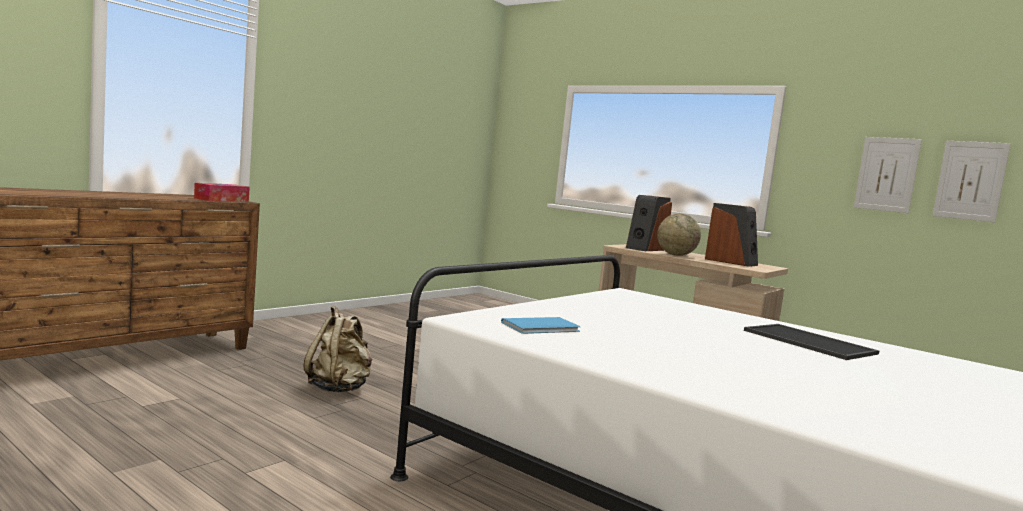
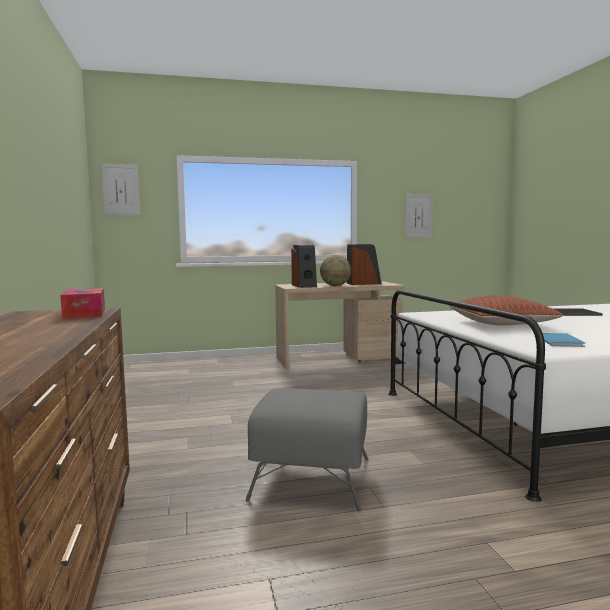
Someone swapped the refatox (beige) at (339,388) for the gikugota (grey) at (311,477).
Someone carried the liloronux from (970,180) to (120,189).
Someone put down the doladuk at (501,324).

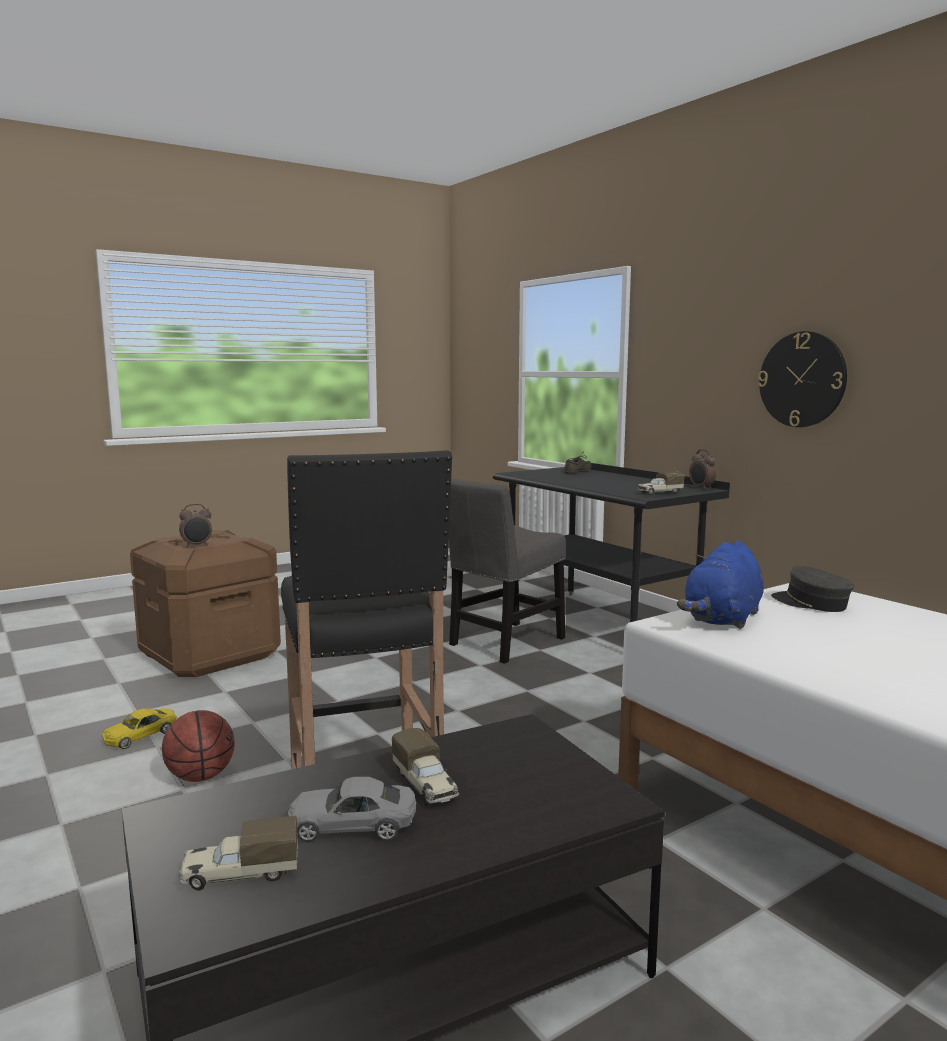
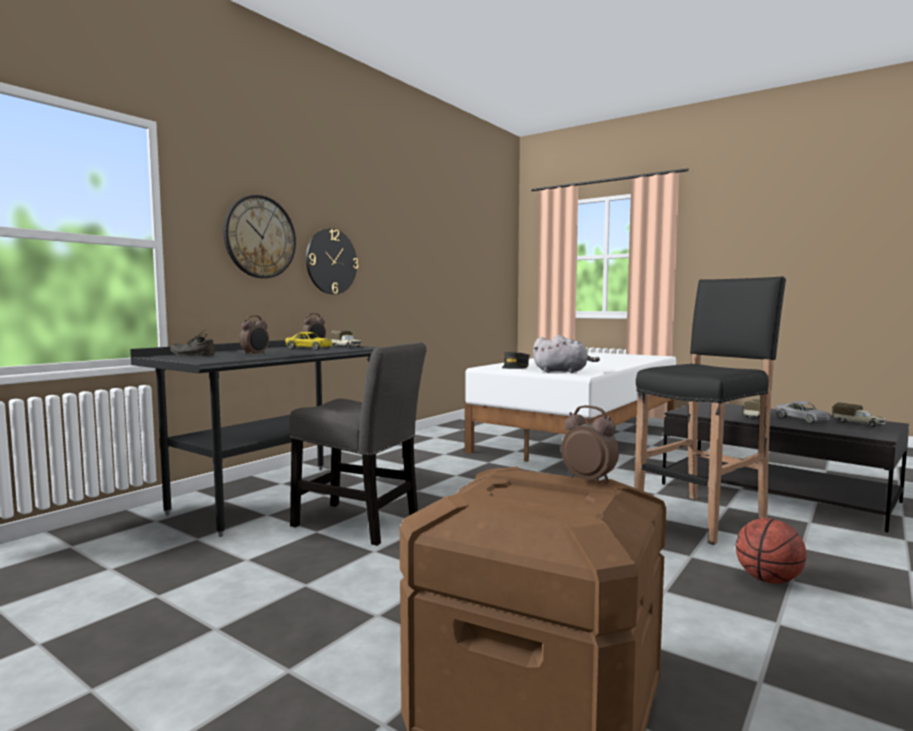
Someone carried the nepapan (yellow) from (140,736) to (308,348).
Someone repainted the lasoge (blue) at (722,619), which became the lasoge (grey) at (563,372).
Someone put up the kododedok at (260,237).
Someone put down the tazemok at (255,355).

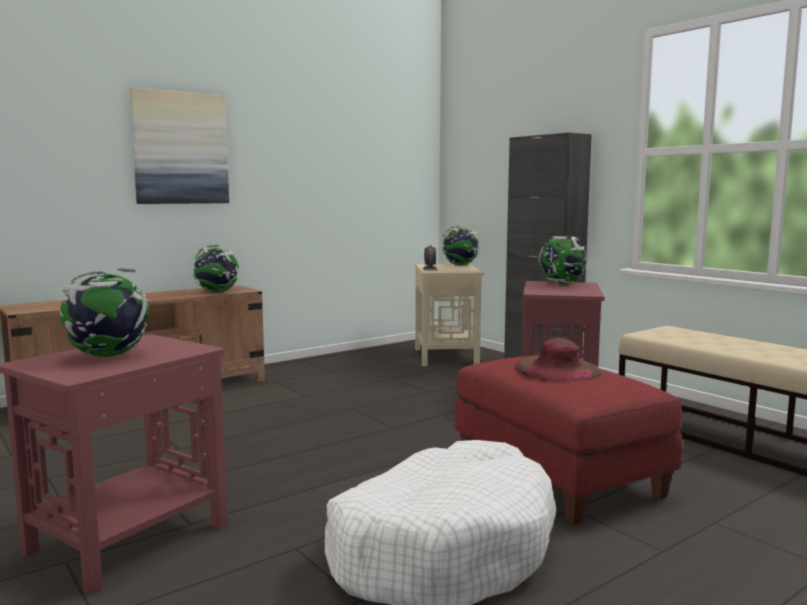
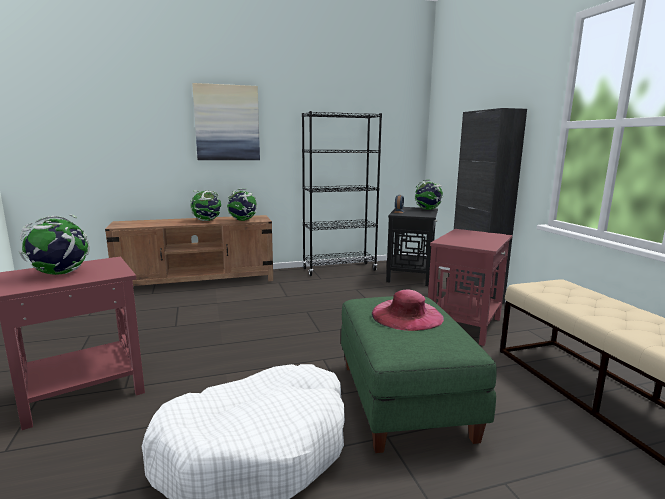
Someone repainted the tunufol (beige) at (446,356), which became the tunufol (black) at (410,276).
Someone repainted the gikugota (red) at (555,475), which became the gikugota (green) at (402,399).
Someone repainted the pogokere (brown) at (557,369), which became the pogokere (pink) at (406,315).
Someone carried the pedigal from (562,284) to (207,220).
Someone put down the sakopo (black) at (339,269).

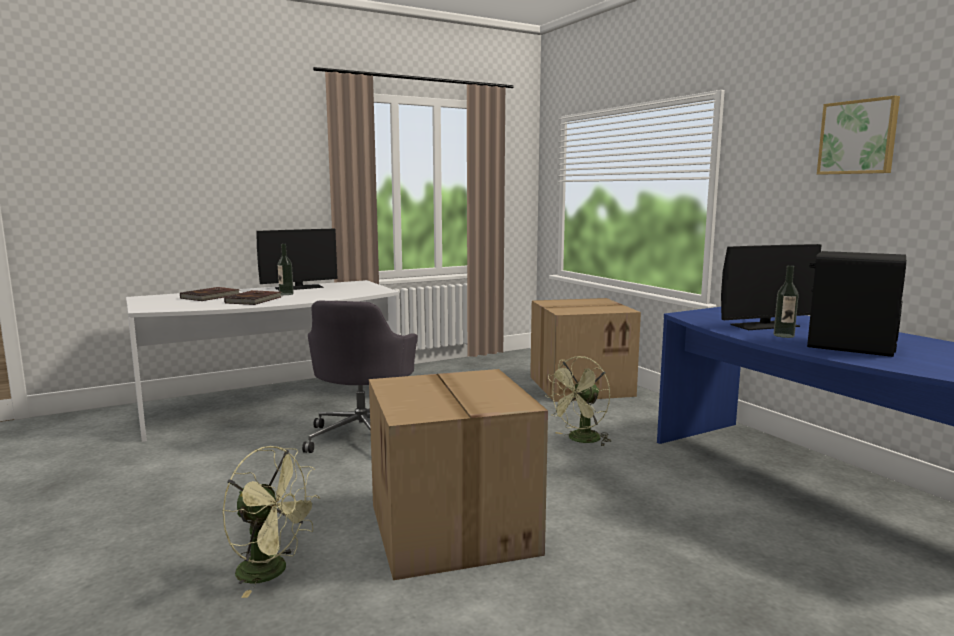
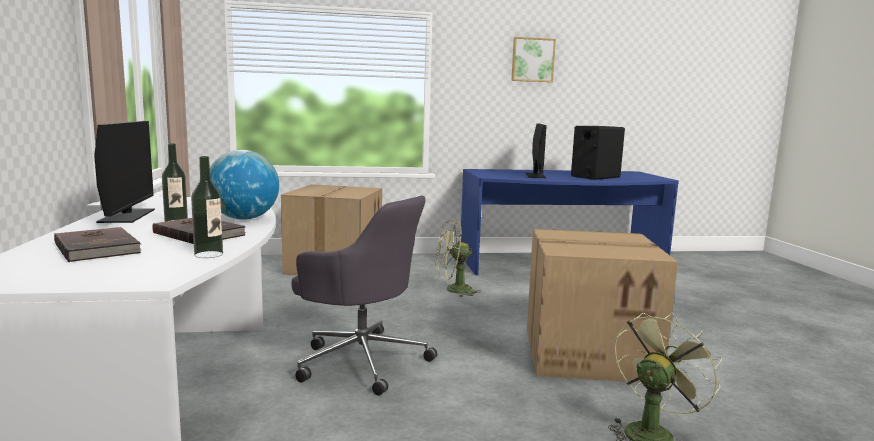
Someone rotated the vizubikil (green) at (580,440) by 105 degrees clockwise.
Someone carried the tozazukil from (783,335) to (208,254).
Someone put down the pedigal at (244,218).

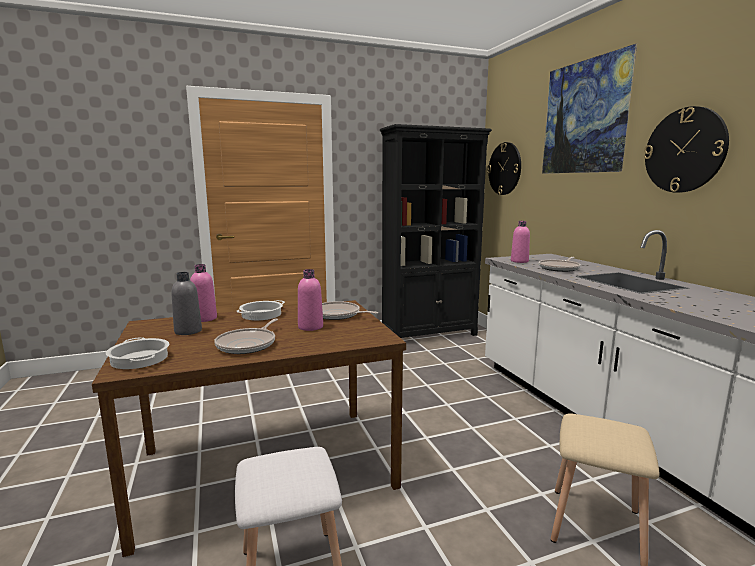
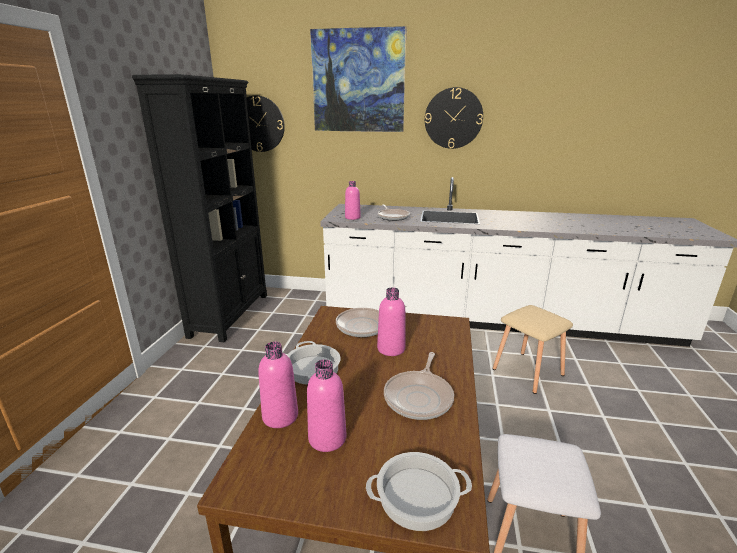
Someone repainted the tozazukil (grey) at (188,331), which became the tozazukil (pink) at (327,438).
Someone rotated the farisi at (248,344) by 60 degrees clockwise.

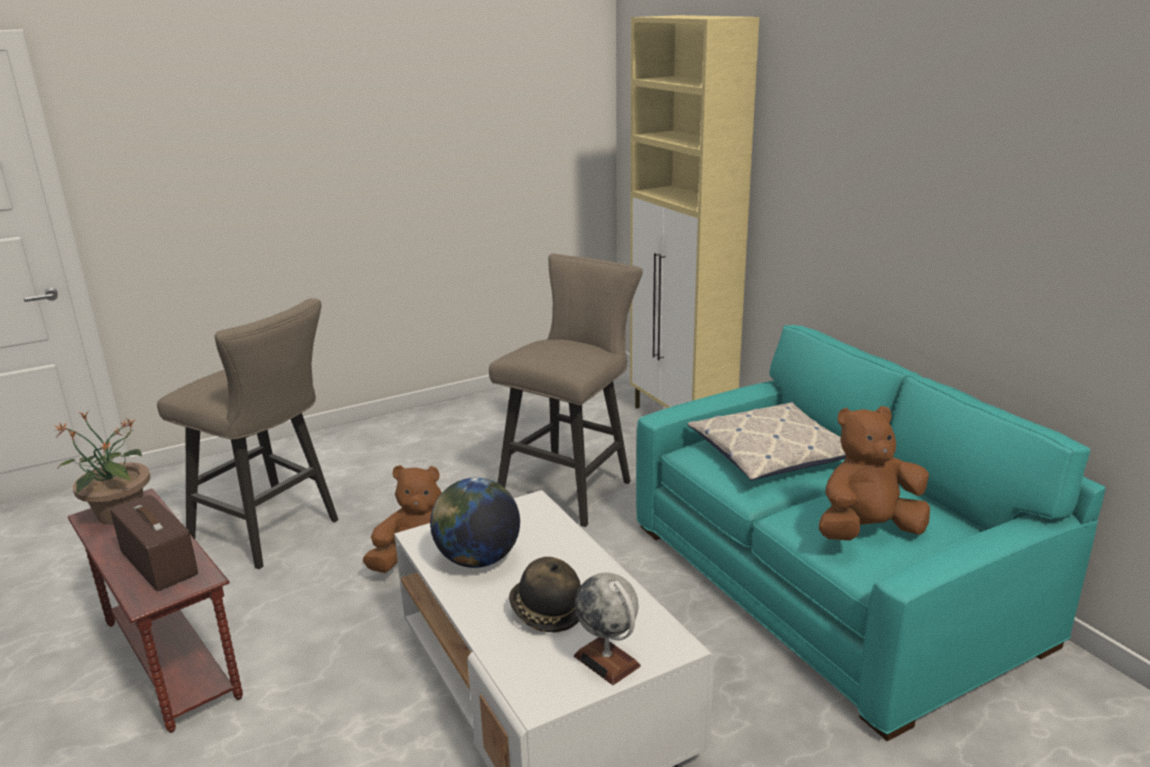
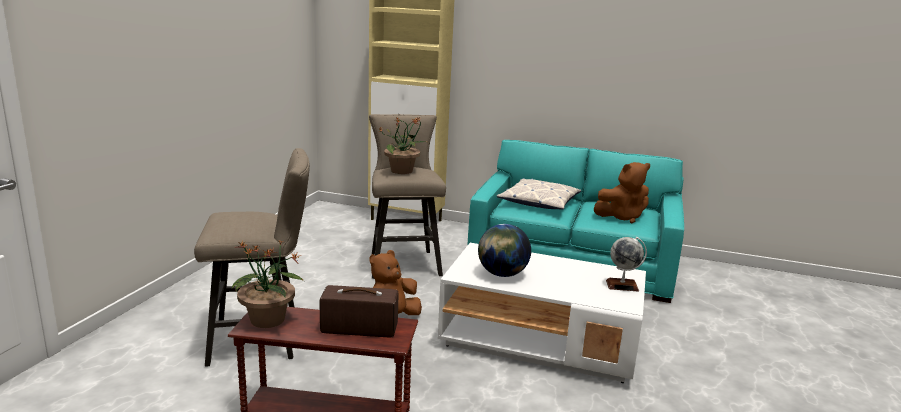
Someone took away the pogokere at (545,612).
Someone rotated the lasoge (brown) at (867,531) by 135 degrees counterclockwise.
Someone put down the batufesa at (402,171).

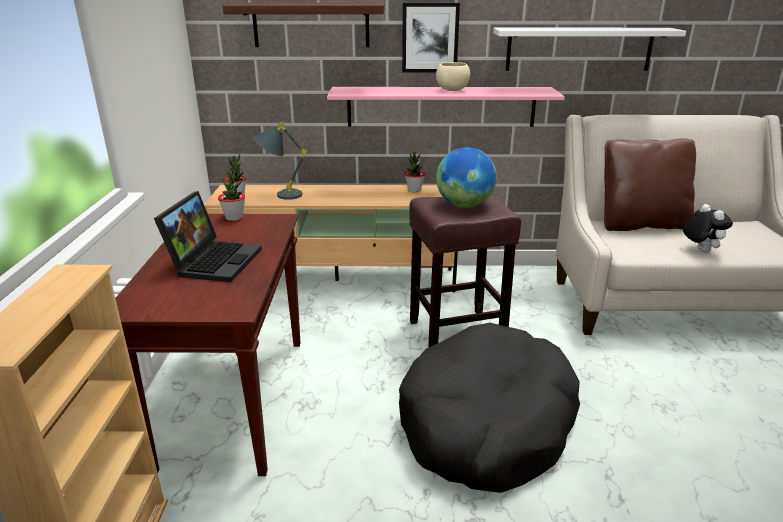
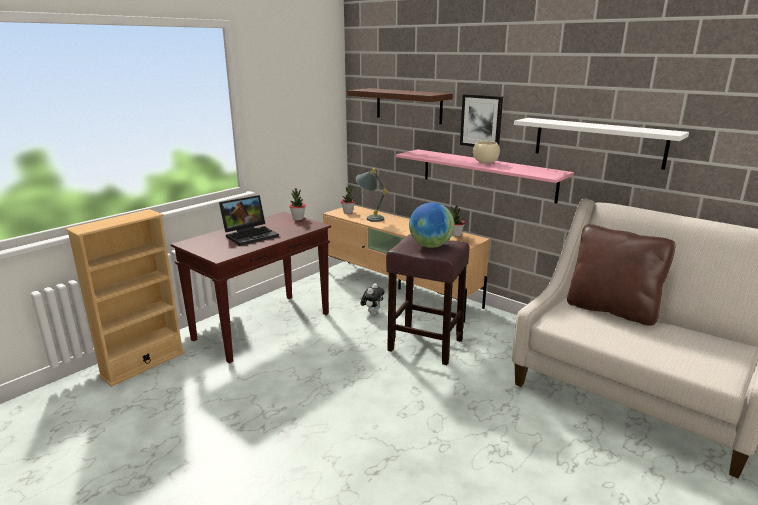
Someone took away the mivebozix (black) at (486,423).
Someone carried the lasoge from (700,250) to (372,313).

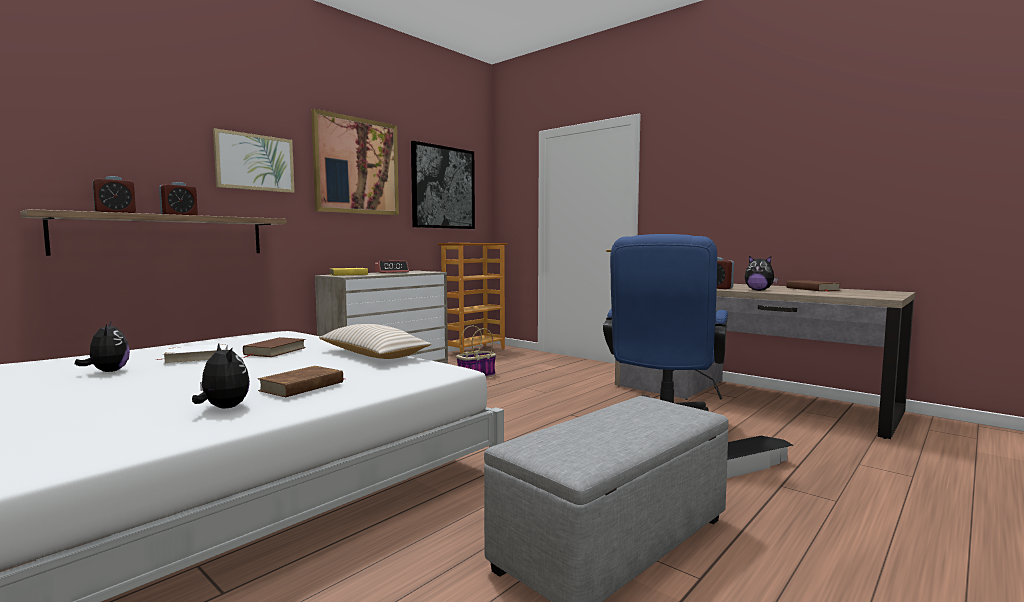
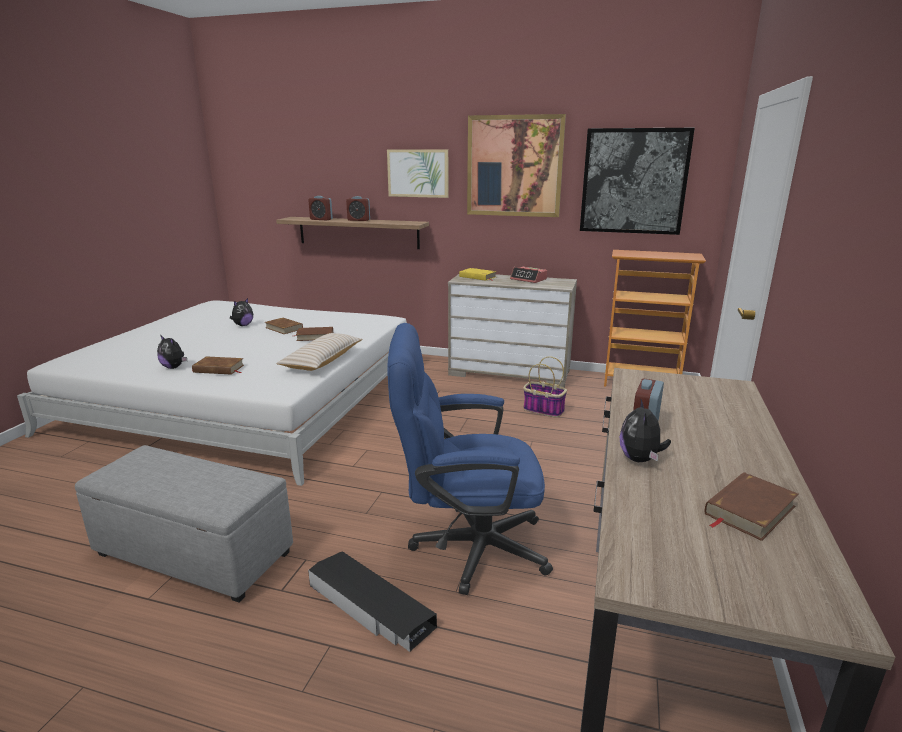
Someone repainted the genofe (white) at (196,358), which became the genofe (brown) at (284,328).
Someone rotated the lasoge at (223,408) by 105 degrees clockwise.

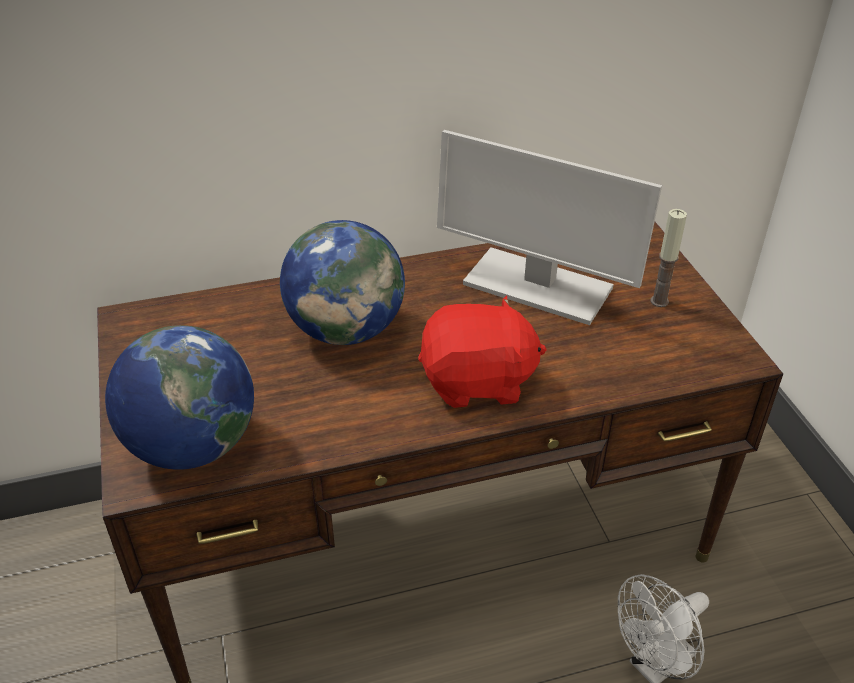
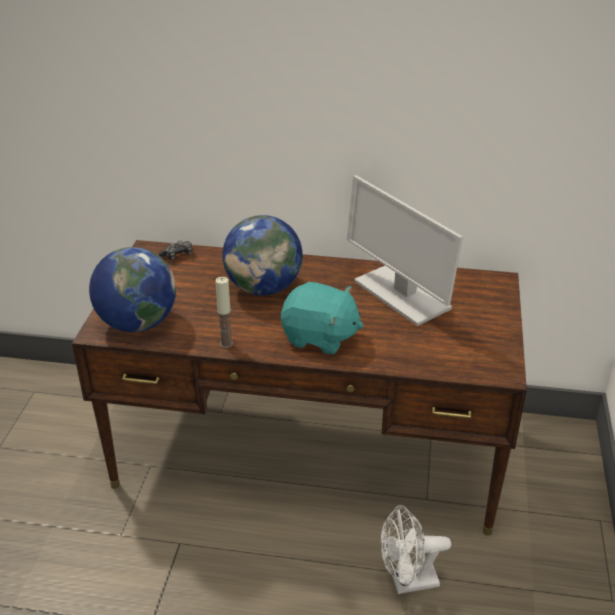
Someone repainted the lasoge (red) at (478,382), which became the lasoge (turquoise) at (320,337).
Someone carried the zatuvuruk from (659,301) to (226,344).
Someone put down the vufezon at (178,255).

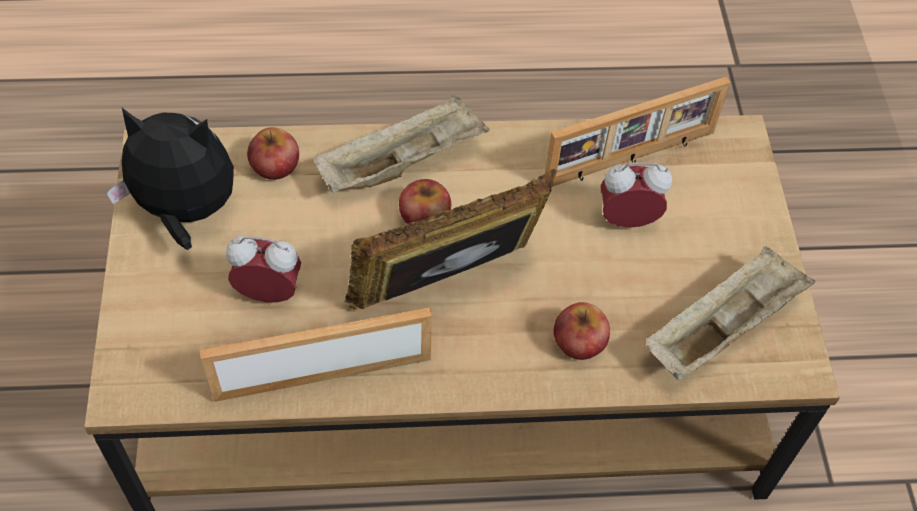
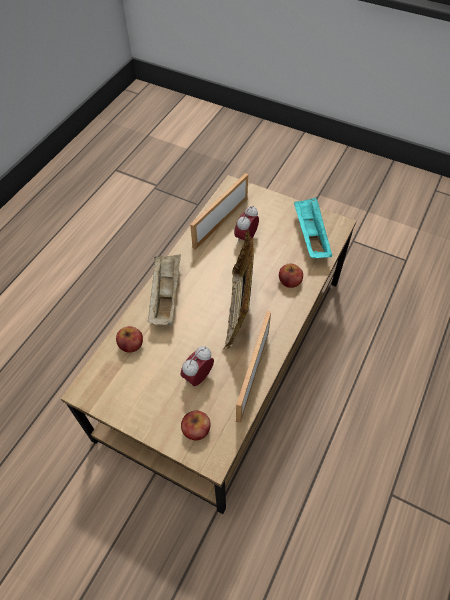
Someone took away the lasoge at (185,212).
Someone carried the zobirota from (424,216) to (196,429).
Someone rotated the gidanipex at (631,159) by 150 degrees counterclockwise.
Someone repainted the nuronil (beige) at (722,327), which became the nuronil (turquoise) at (310,236).

